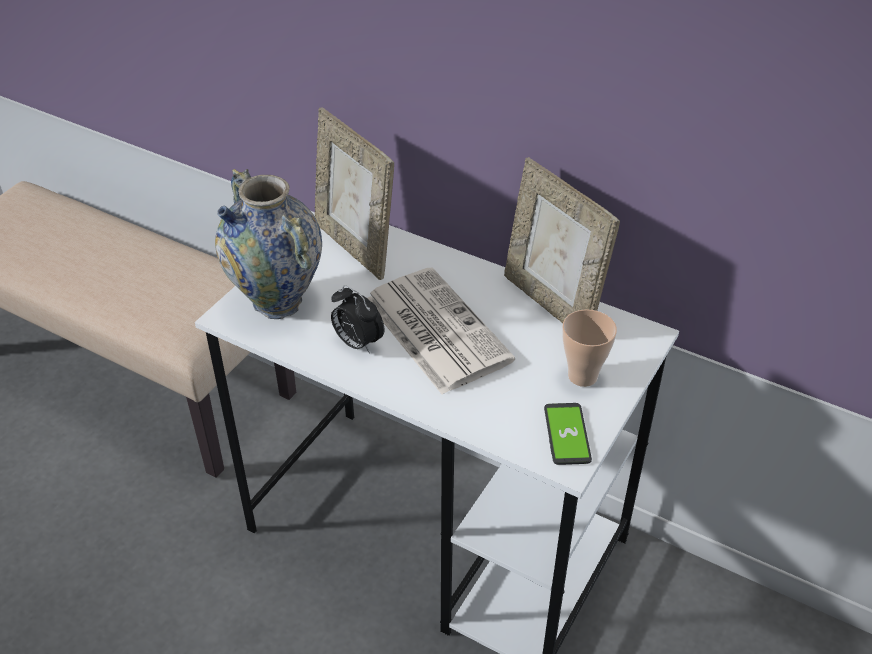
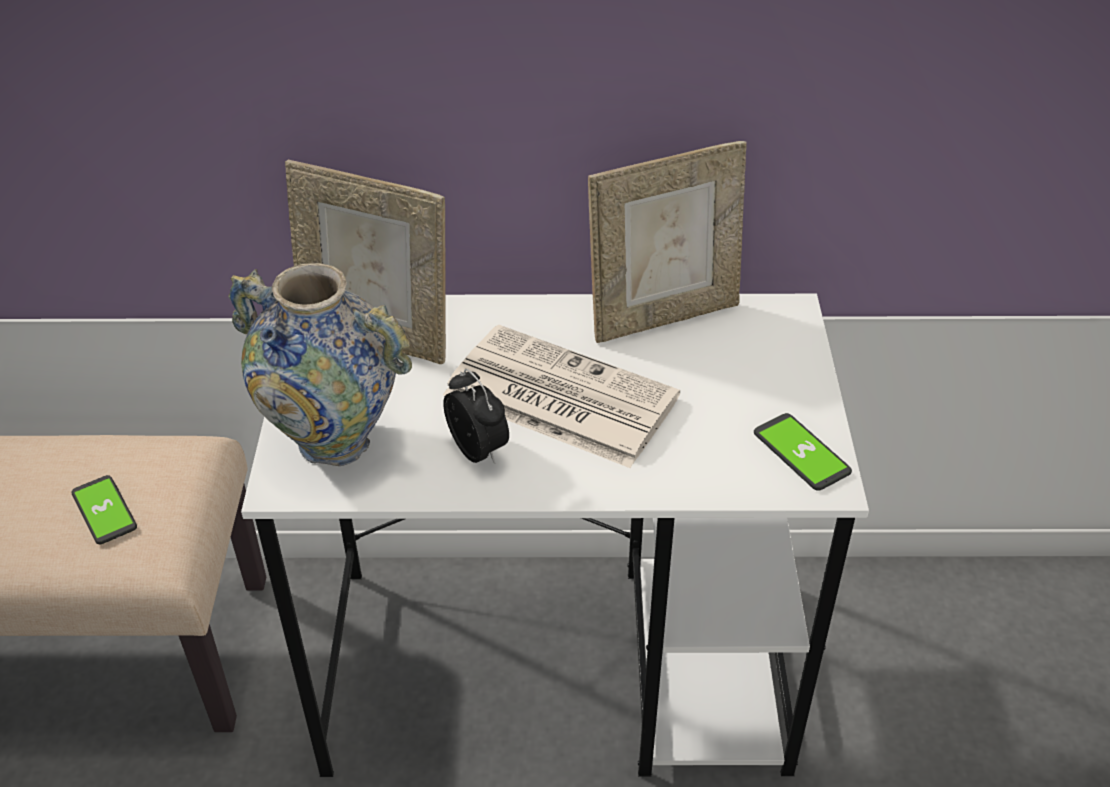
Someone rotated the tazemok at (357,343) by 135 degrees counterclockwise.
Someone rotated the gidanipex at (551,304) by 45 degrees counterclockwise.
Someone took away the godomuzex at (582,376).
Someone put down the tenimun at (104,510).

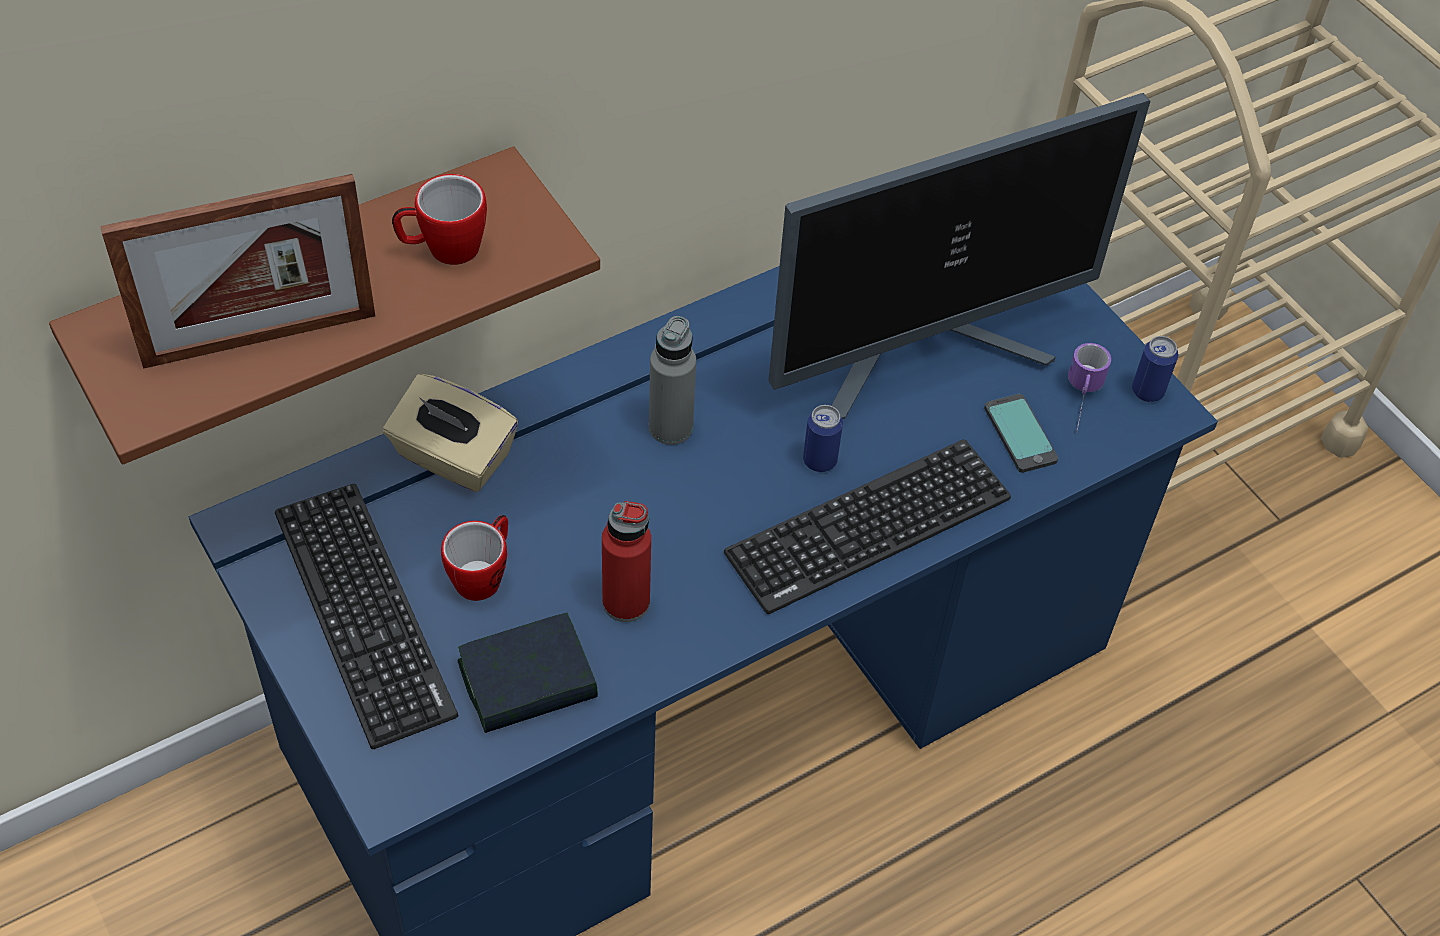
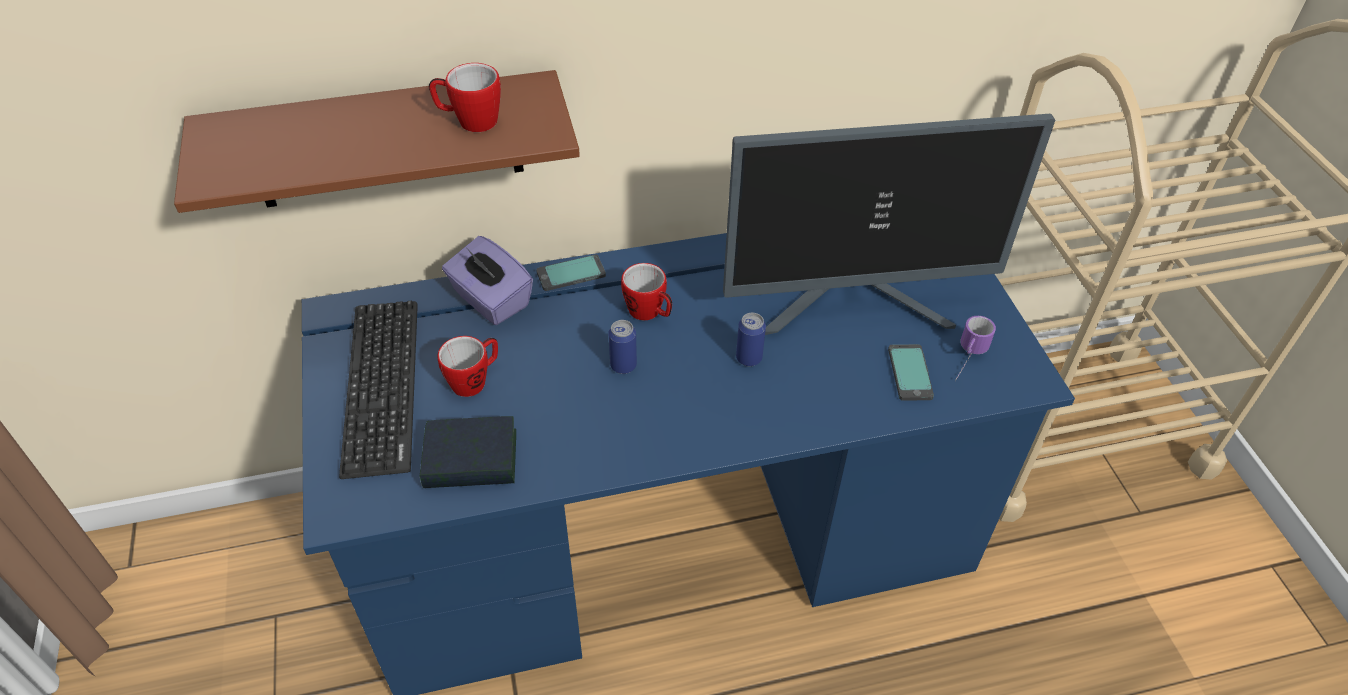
Someone took away the gidanipex at (260,338).
Someone repainted the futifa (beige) at (453,457), which became the futifa (purple) at (490,300).
Someone took away the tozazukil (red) at (626,602).
Someone swapped the tozazukil (grey) at (670,427) for the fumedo at (649,313).
Someone took away the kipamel at (869,526).
Someone carried the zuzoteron from (1147,391) to (623,365).
Someone put down the tenimun at (571,274).

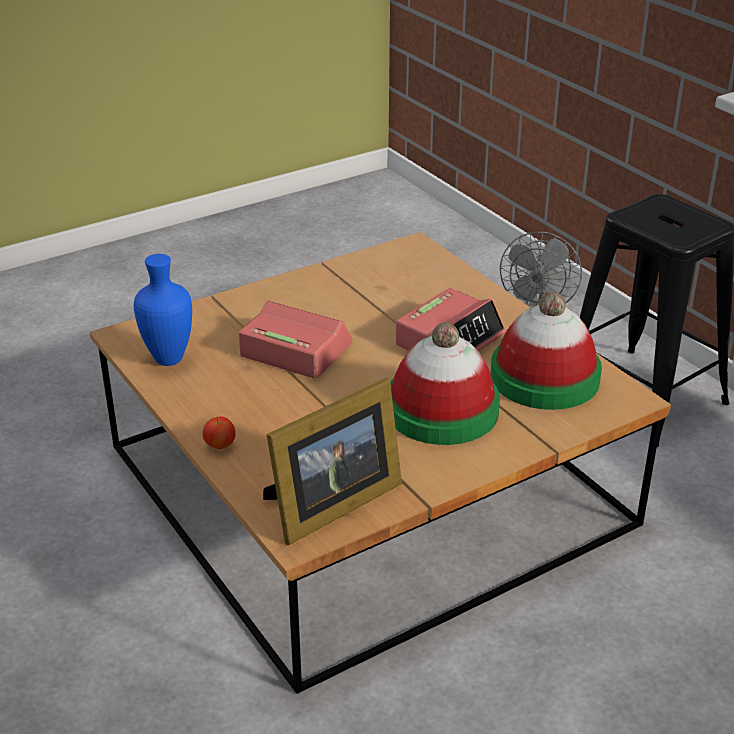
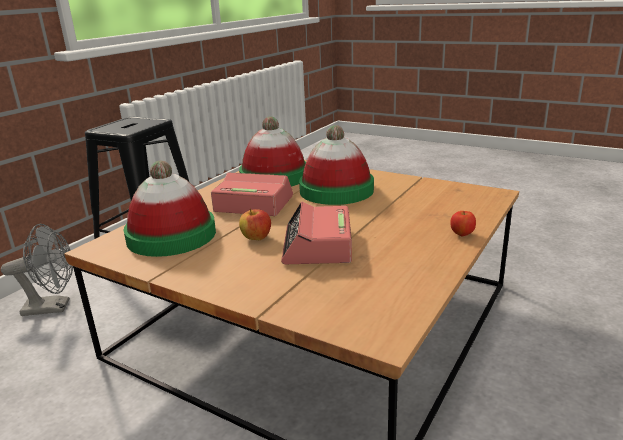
Someone took away the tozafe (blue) at (170,358).
Someone took away the gidanipex at (329,505).
Someone put down the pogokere at (171,235).
Someone put down the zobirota at (256,238).

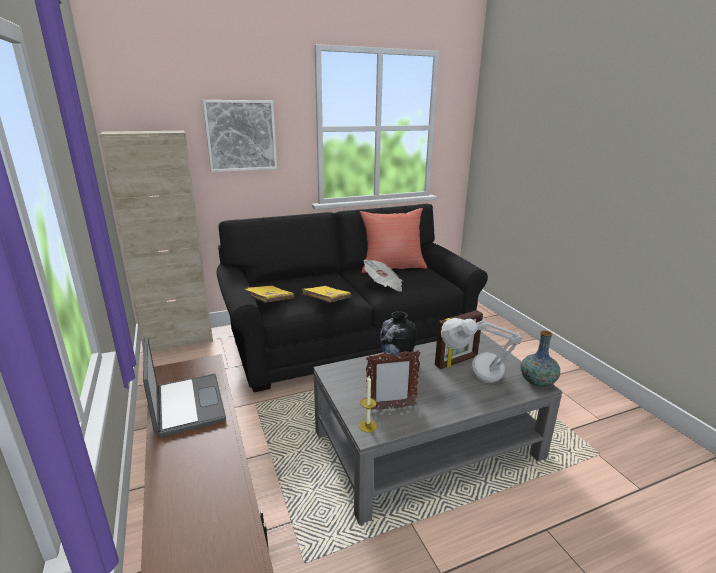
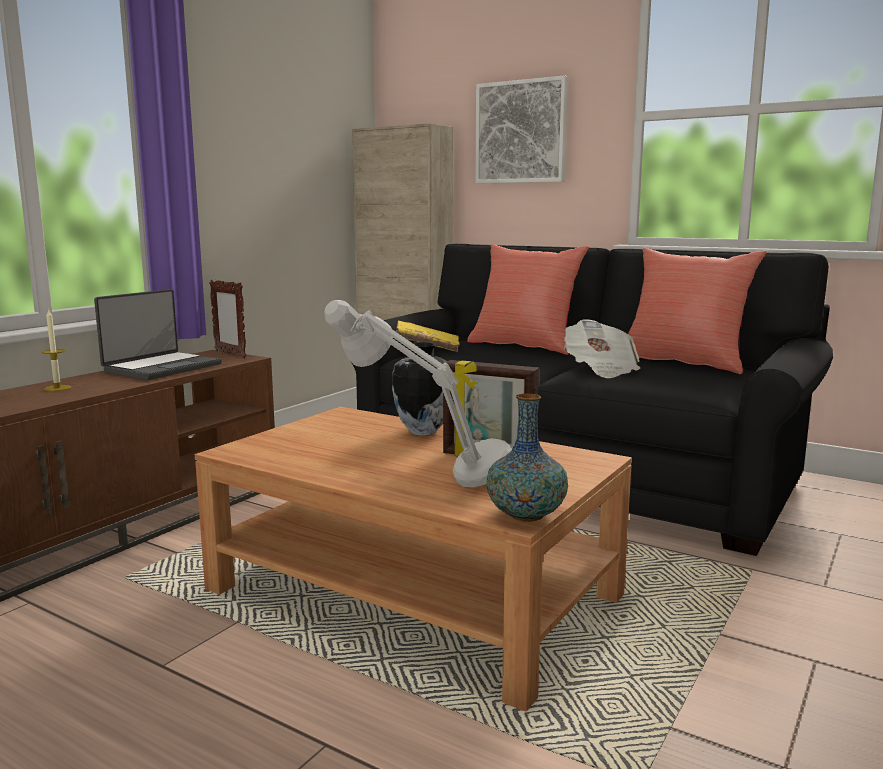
Someone took away the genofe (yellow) at (327,301).
Someone repainted the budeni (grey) at (428,443), which became the budeni (brown) at (415,592).
Someone carried the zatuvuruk from (367,426) to (57,388).
Someone carried the gidanipex from (390,408) to (230,354).
Someone put down the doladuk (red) at (524,346).

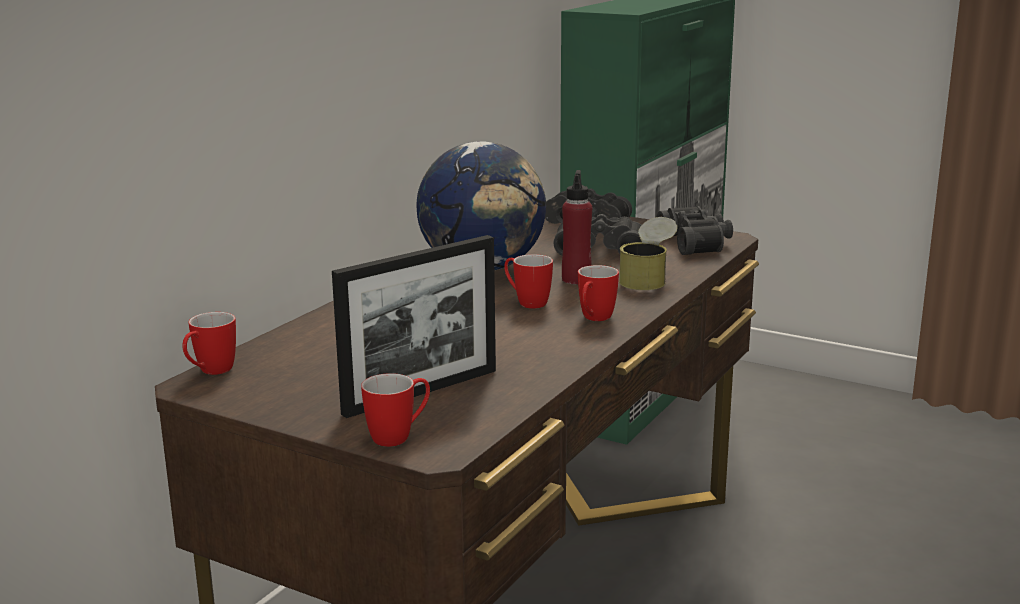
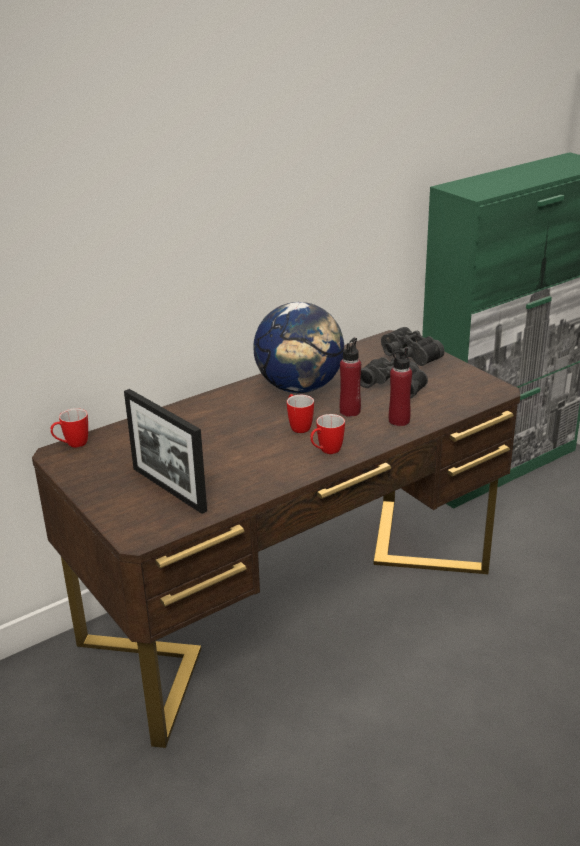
Someone rotated the gidanipex at (421,392) by 60 degrees clockwise.
Someone took away the fumedo at (399,436).
Someone swapped the zuzoteron at (648,278) for the tozazukil (red) at (399,420).
Someone took away the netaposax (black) at (697,243).

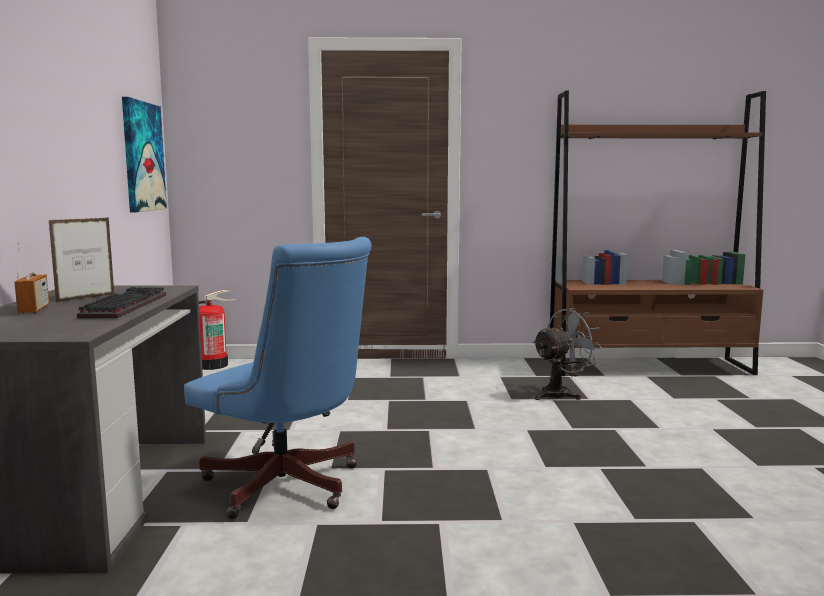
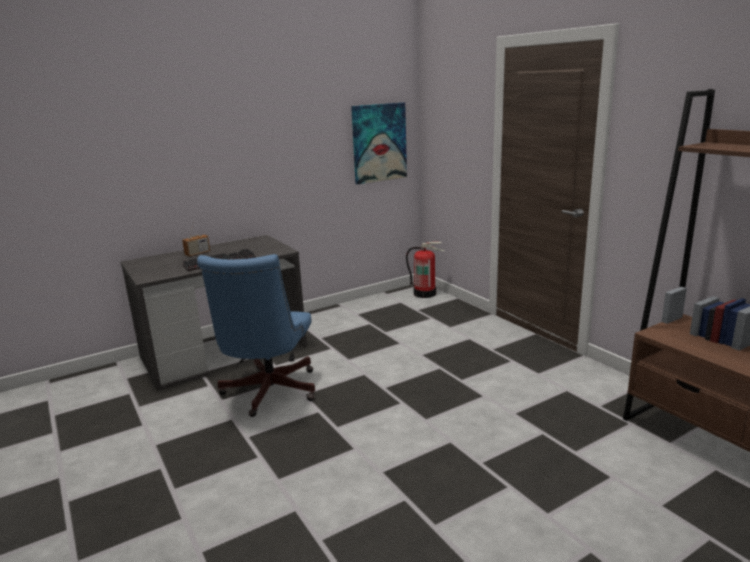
Someone took away the gidanipex at (86,298).
Someone took away the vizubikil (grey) at (561,394).

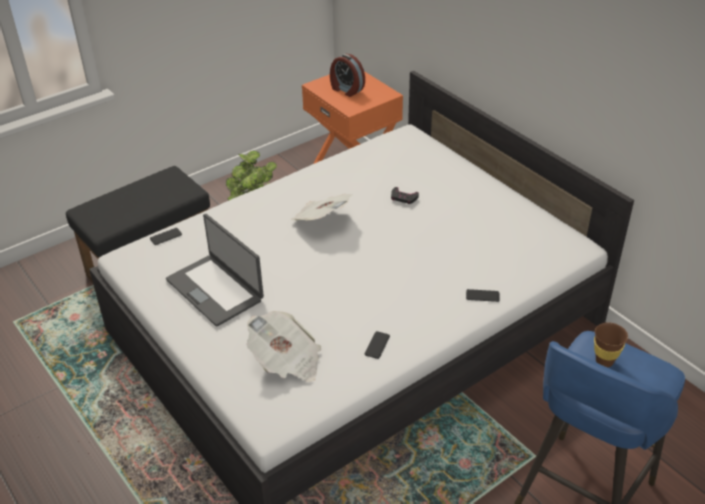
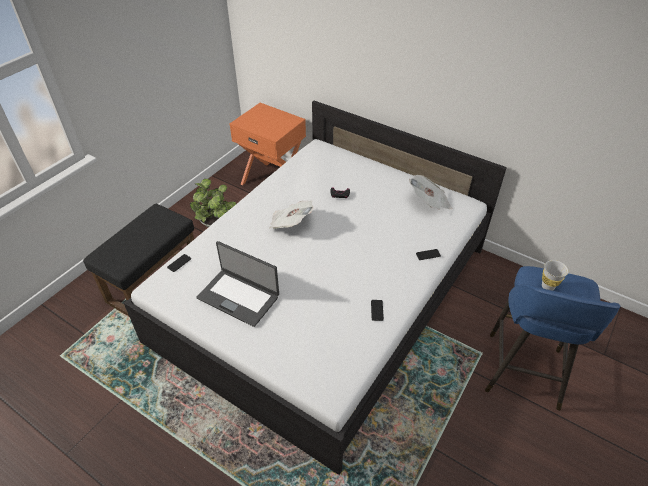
Someone carried the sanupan from (286,361) to (429,202).
Someone took away the tazemok at (346,90).
Someone repainted the godomuzex (brown) at (604,361), which became the godomuzex (white) at (547,286).

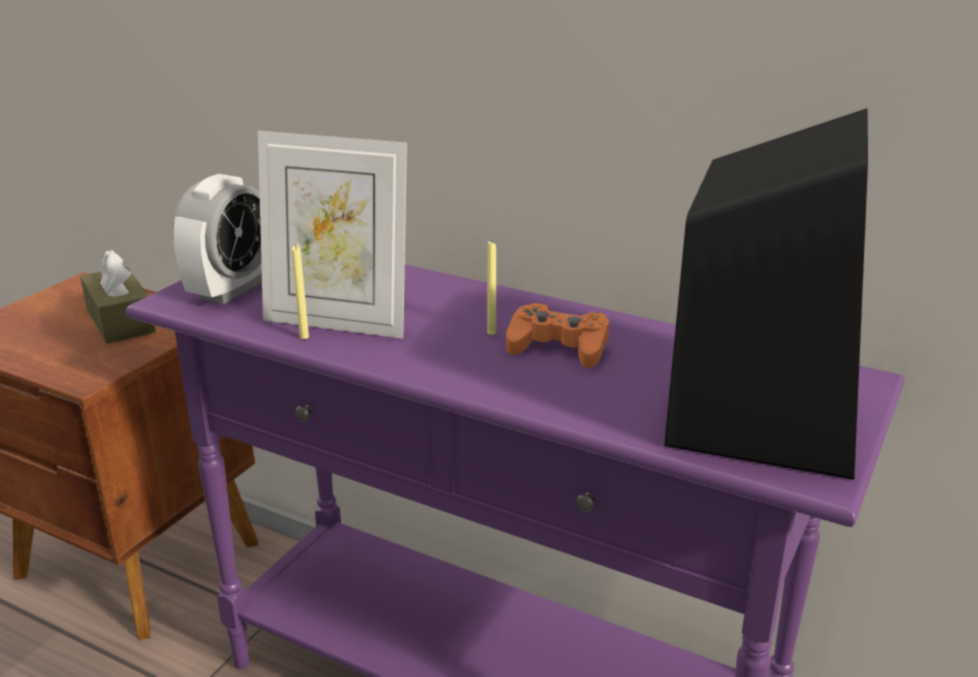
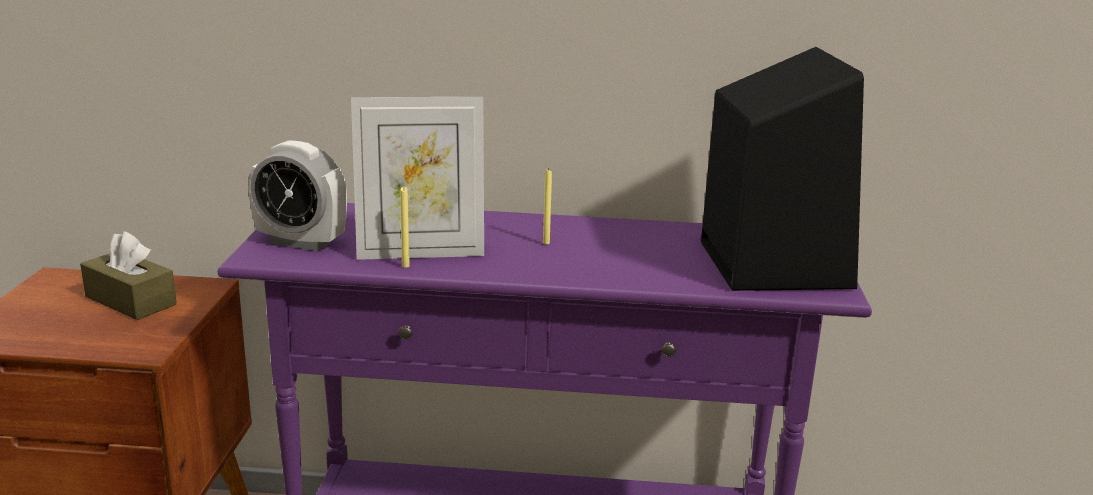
Someone rotated the tazemok at (231,289) by 105 degrees clockwise.
Someone took away the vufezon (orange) at (558,346).

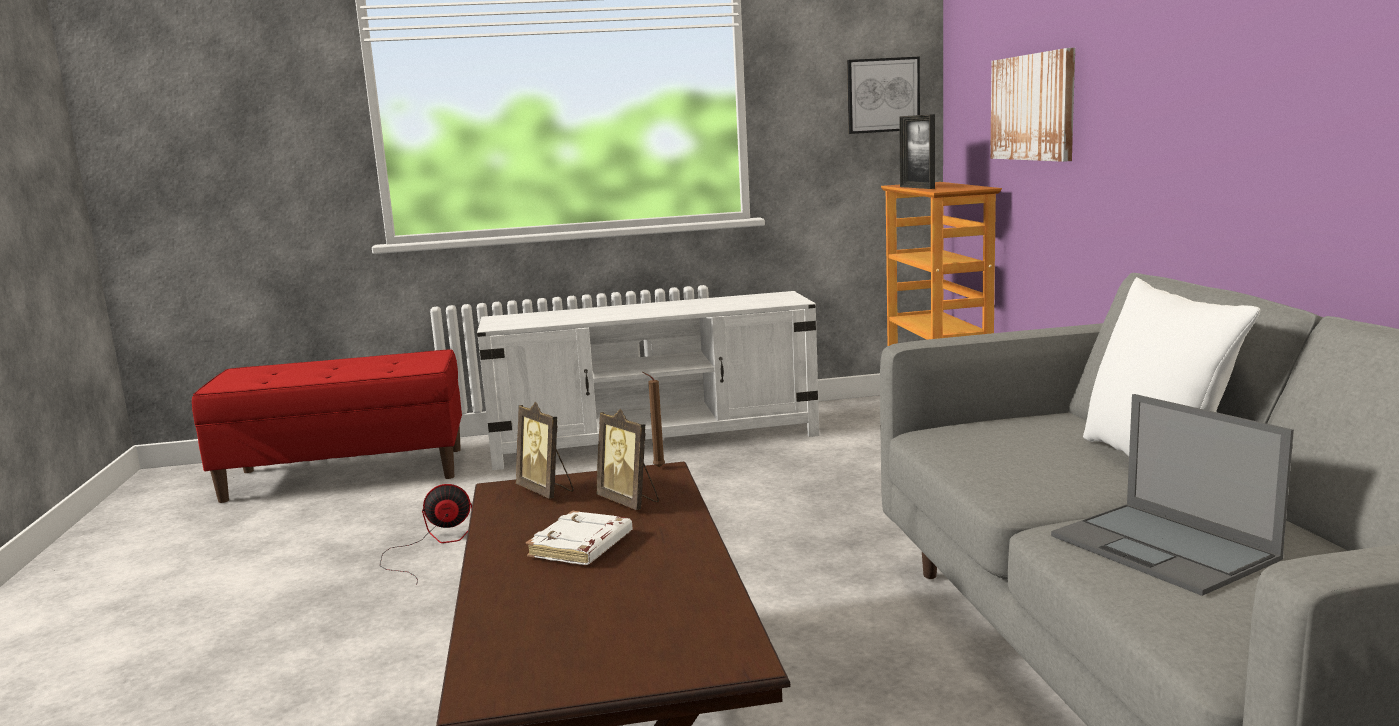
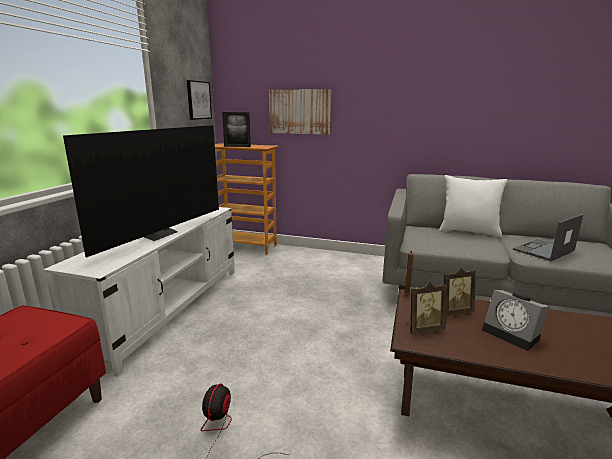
Someone swapped the genofe (white) at (582,546) for the tazemok at (513,334).
Someone rotated the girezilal at (1165,548) by 150 degrees clockwise.
Someone put down the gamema at (159,234).

